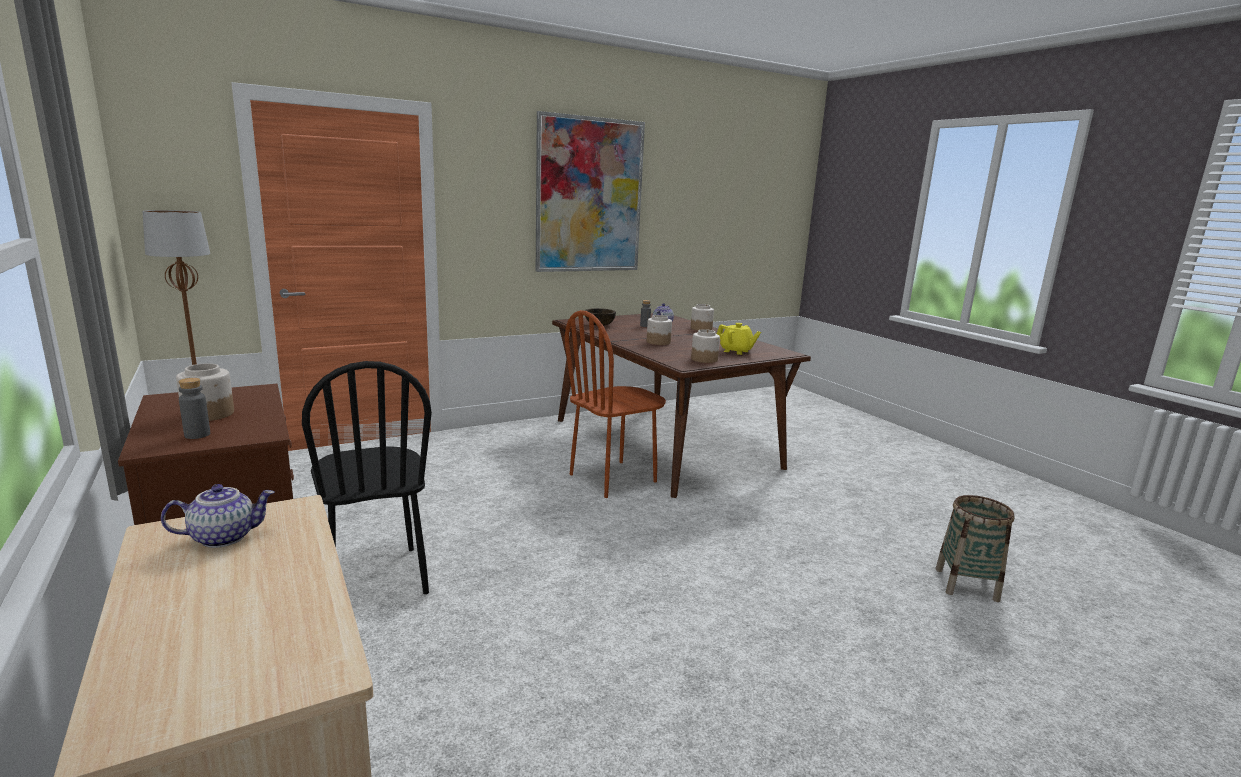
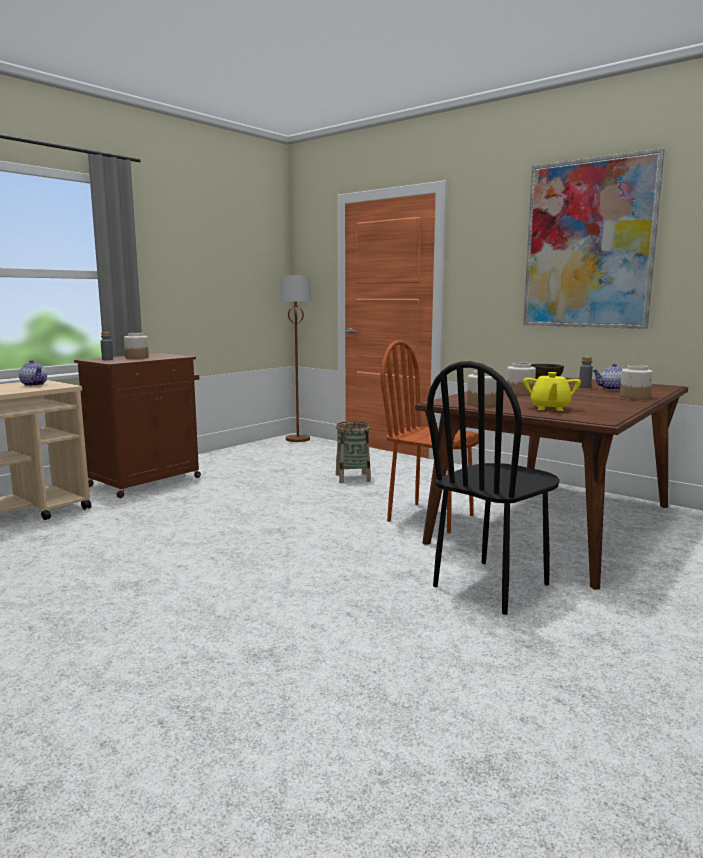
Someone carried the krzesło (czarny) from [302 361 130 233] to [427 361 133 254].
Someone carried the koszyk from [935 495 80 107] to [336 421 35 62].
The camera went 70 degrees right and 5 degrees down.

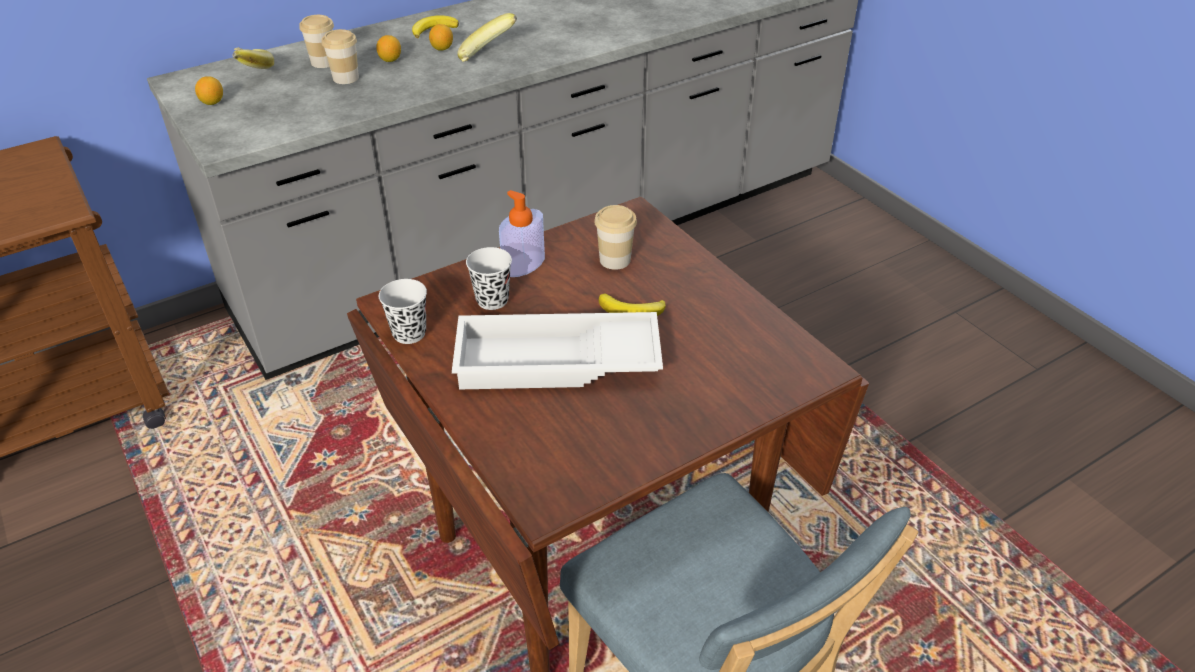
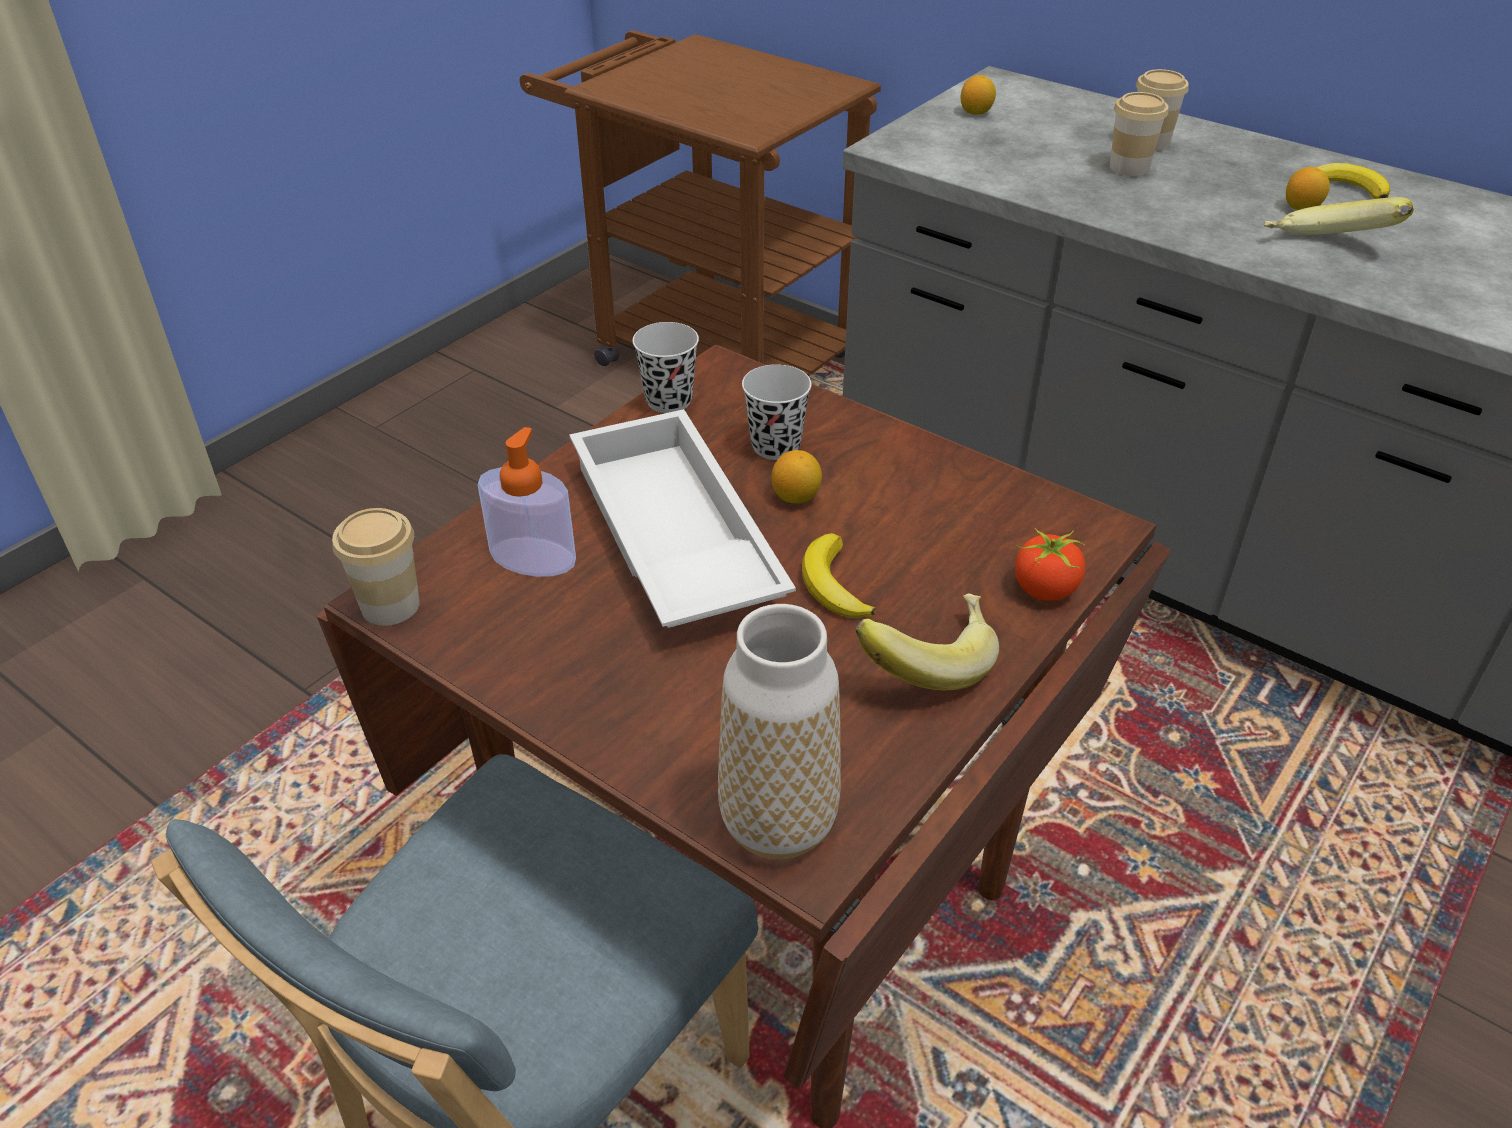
Someone carried the cytryna from [376 35 25 27] to [772 450 50 54].
Someone carried the banan from [232 47 42 22] to [856 594 143 96].
Someone carried the dozownik mydła from [499 190 46 87] to [478 427 98 150].
Someone carried the filiżanka from [594 205 43 65] to [332 508 88 118].
Someone put down the pomidor at [1015 528 70 73].
Someone put down the wazon at [718 604 123 255].
The camera went 70 degrees right and 0 degrees up.

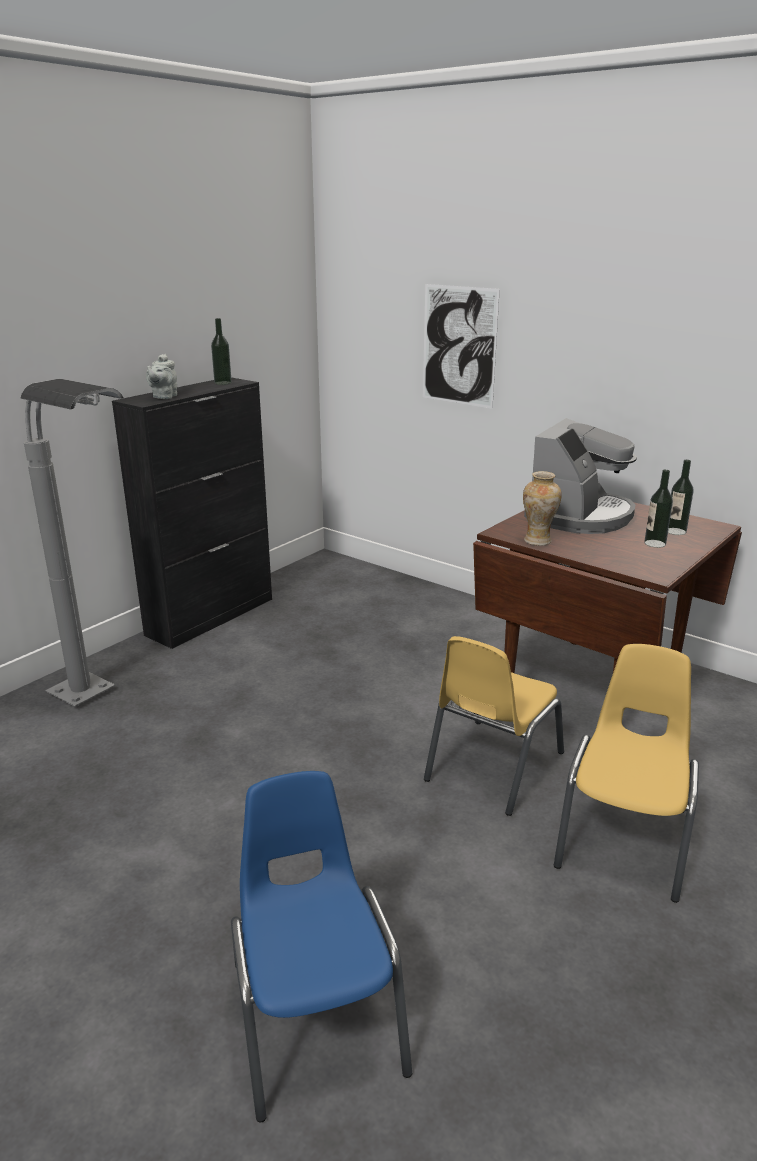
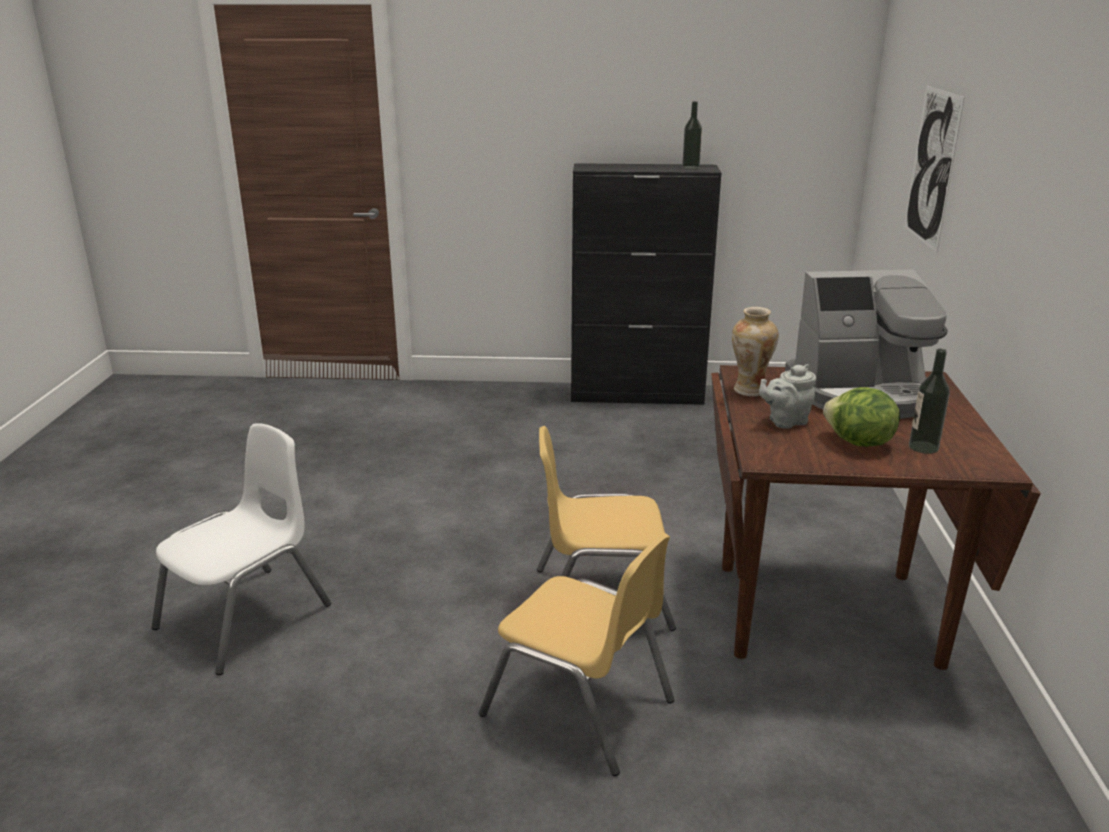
Someone carried the imbryk (szary) from [146 354 31 45] to [759 364 57 65].
Someone took away the lampa stojąca (szary) at [20 379 103 328].
Someone swapped the butelka at [644 469 29 79] for the sałata at [823 387 77 60].
Someone rotated the krzesło (żółty) at [554 644 145 259] by 45 degrees clockwise.
Someone repainted the krzesło (niebieski) at [231 771 181 352], which became the krzesło (biały) at [151 423 180 252].
The camera went 55 degrees right and 0 degrees up.

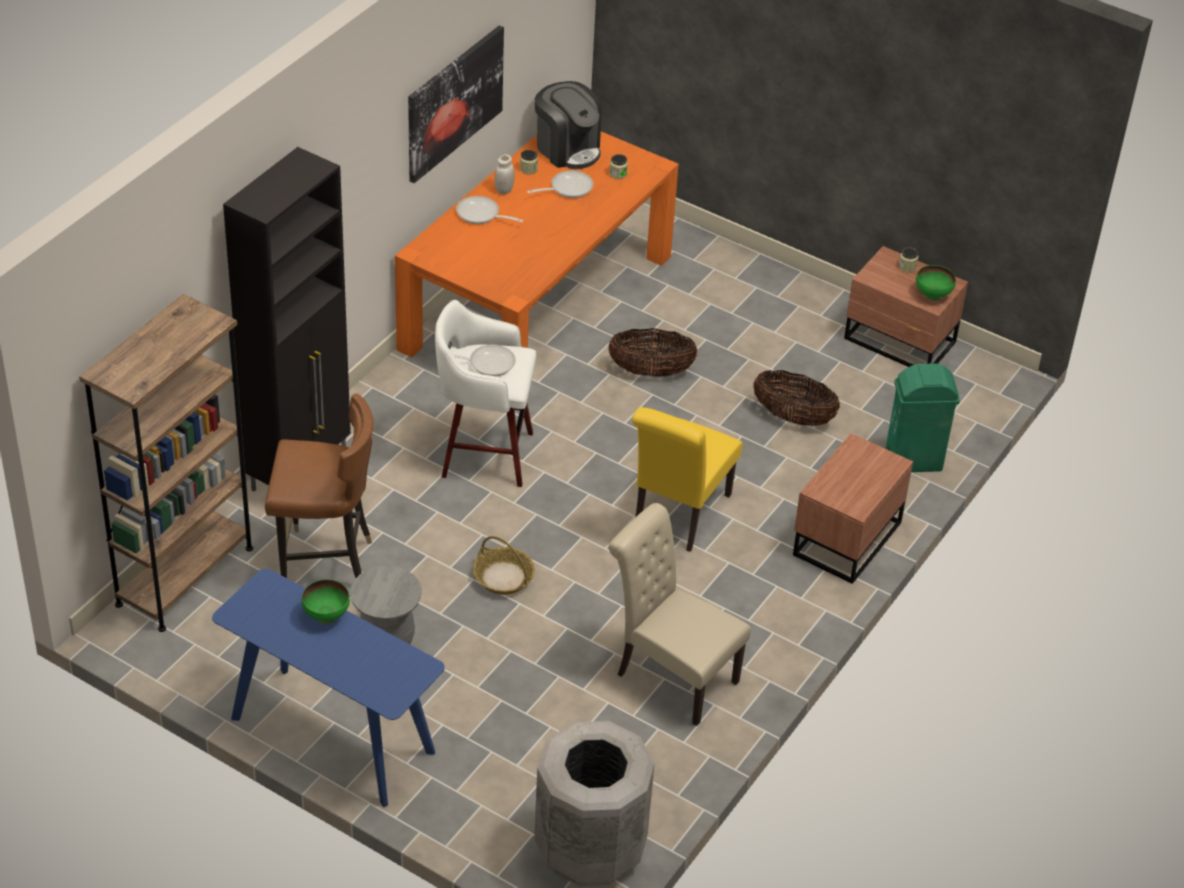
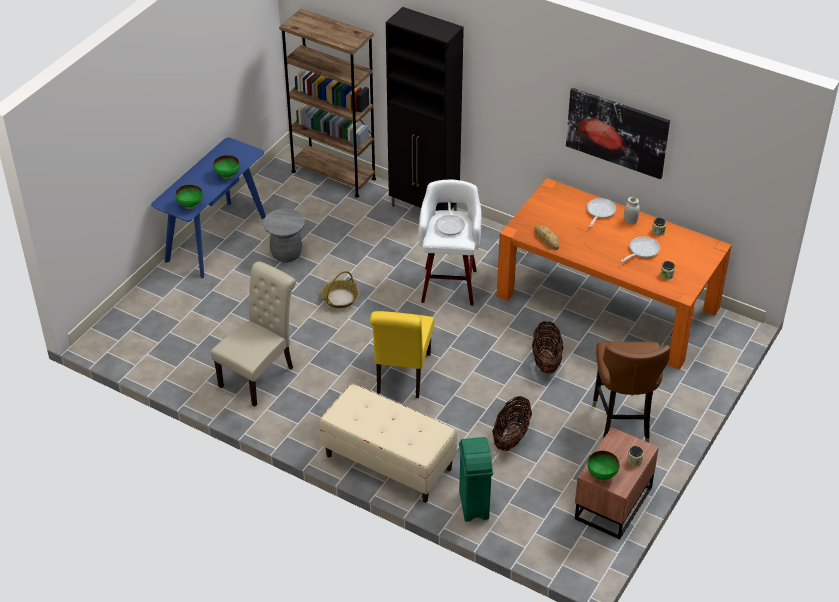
Someone took away the ekspres do kawy at [535 81 67 88].
Someone rotated the patelnia at [527 170 66 28] by 105 degrees counterclockwise.
Someone carried the krzesło (brązowy) from [265 393 108 185] to [592 341 79 102].
Someone rotated the krzesło (żółty) at [632 407 111 145] by 105 degrees counterclockwise.
Someone swapped the szafka nocna (brązowy) at [793 433 120 151] for the ławka (beżowy) at [320 383 137 120].
Someone took away the kosz na śmieci (szary) at [534 721 121 165].
Someone put down the miska (zielony) at [175 184 28 25].
Someone put down the chleb at [534 225 25 25].
The camera went 90 degrees right and 0 degrees up.

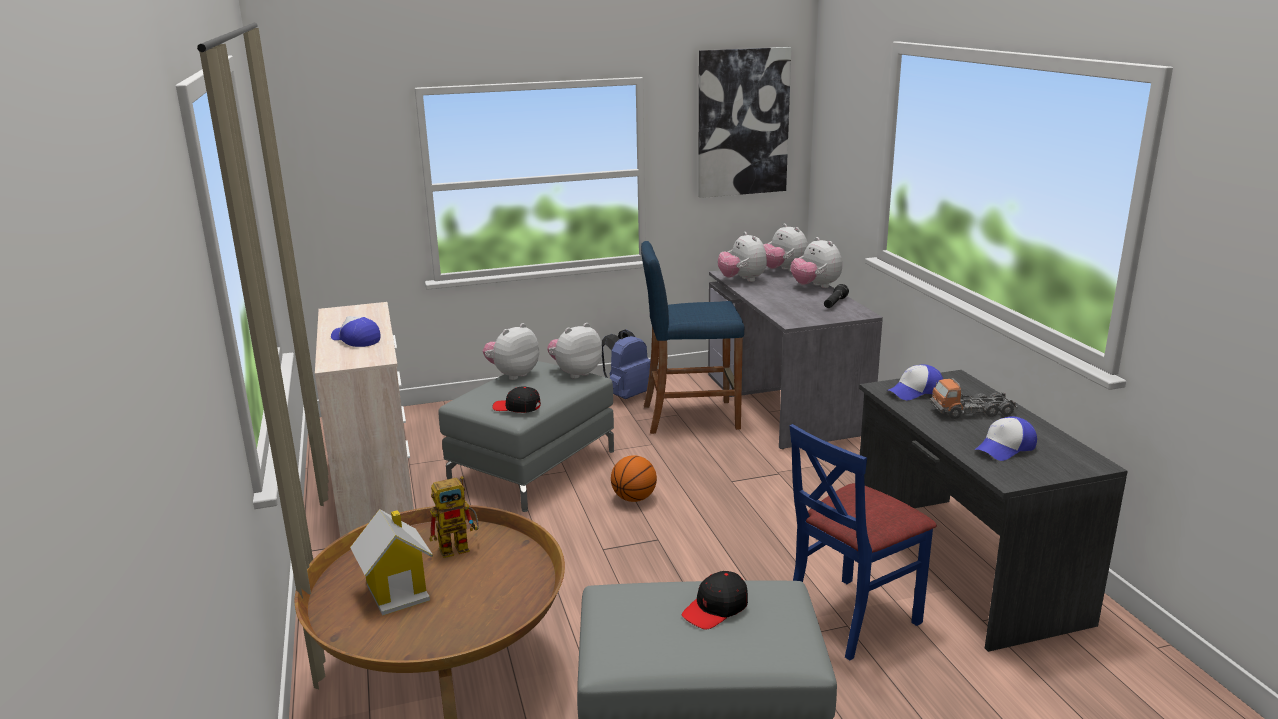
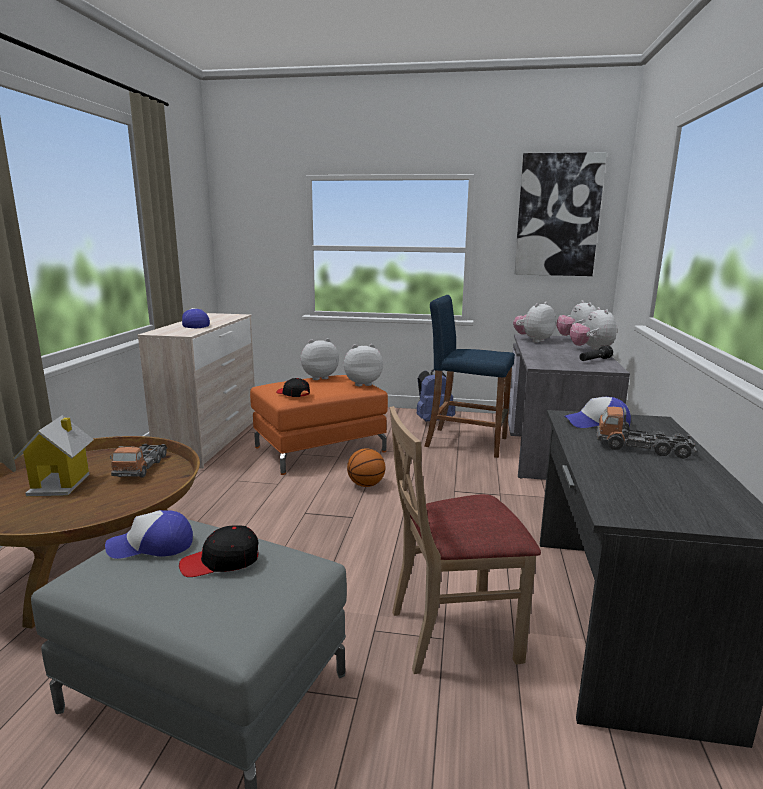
Someone rotated the pluszak at [718 232 49 50] by 45 degrees clockwise.
Someone repainted the pufa (szary) at [438 361 176 151], which became the pufa (pomarańczowy) at [250 375 138 100].
Someone carried the czapka z daszkiem from [975 416 62 45] to [105 510 88 49].
Someone repainted the krzesło (niebieski) at [790 424 147 236], which became the krzesło (beżowy) at [390 406 151 268].
Someone swapped the robot zabawkowy at [429 476 50 82] for the ciężarówka zabawkowa at [110 444 57 33].
The camera went 25 degrees right and 5 degrees down.

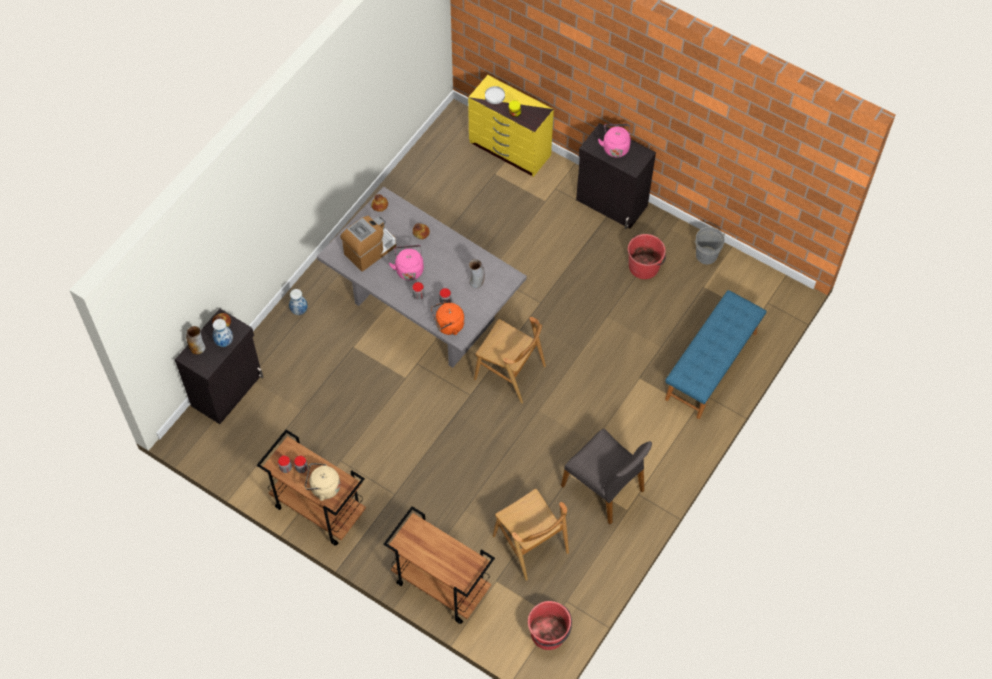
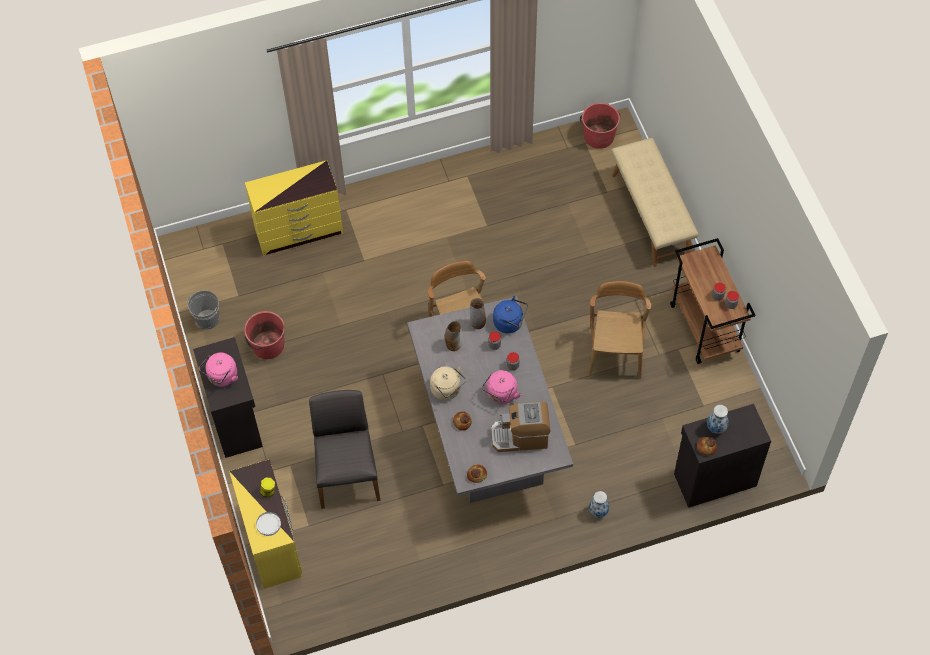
Someone swapped the ławka (niebieski) at [665 290 101 129] for the komoda (żółty) at [245 160 98 96].
Someone repainted the czajnik (pomarańczowy) at [431 301 33 34], which became the czajnik (niebieski) at [493 296 35 37].
Someone carried the wazon from [186 326 19 29] to [470 298 16 31].
Someone carried the krzesło (szary) from [561 429 91 96] to [309 390 72 119].
Someone carried the czajnik (beżowy) from [305 463 35 38] to [430 366 36 35].
Someone carried the krzesło (brązowy) from [493 489 76 92] to [588 281 63 97].
Someone swapped the wózek (brązowy) at [384 506 111 118] for the ławka (beżowy) at [611 138 87 129].
The camera went 140 degrees left and 0 degrees up.

